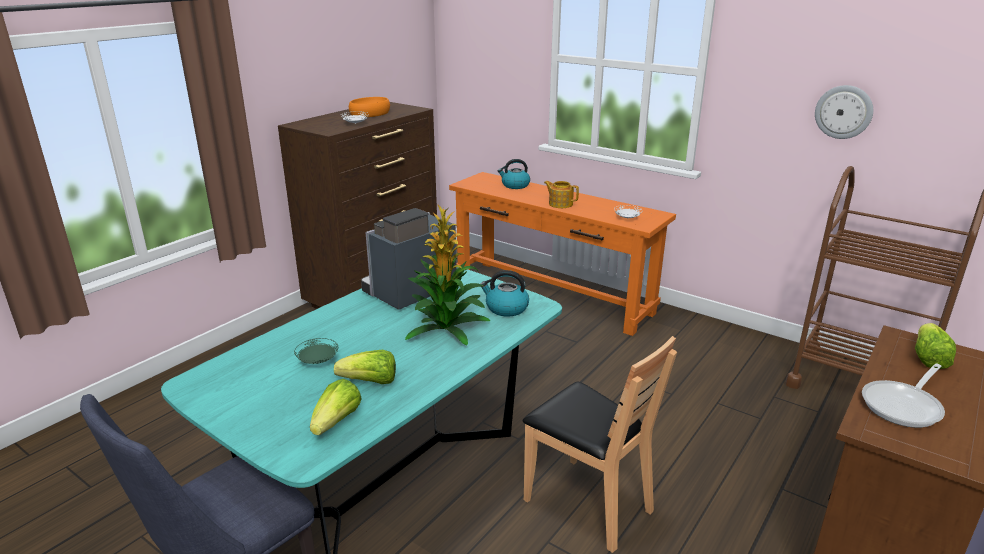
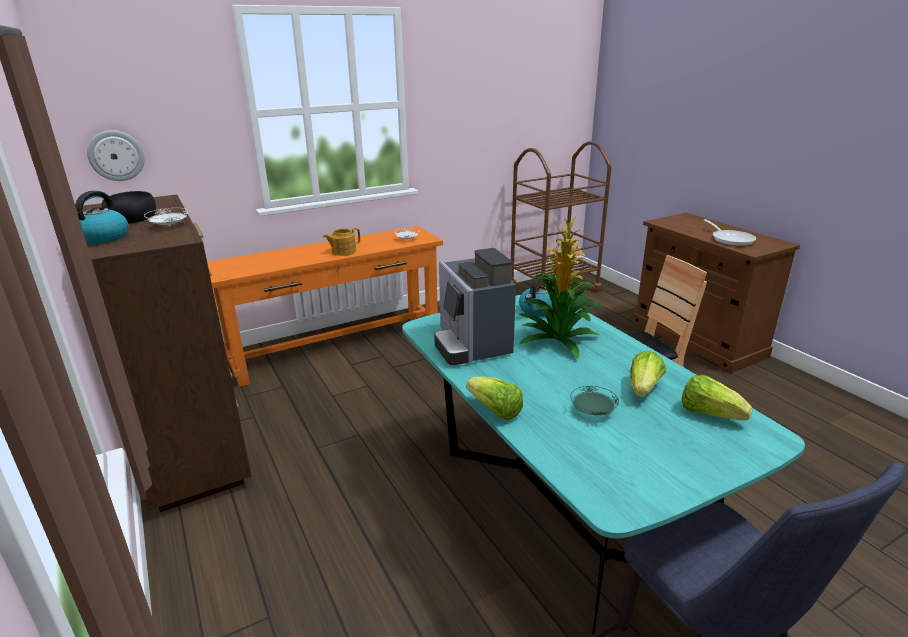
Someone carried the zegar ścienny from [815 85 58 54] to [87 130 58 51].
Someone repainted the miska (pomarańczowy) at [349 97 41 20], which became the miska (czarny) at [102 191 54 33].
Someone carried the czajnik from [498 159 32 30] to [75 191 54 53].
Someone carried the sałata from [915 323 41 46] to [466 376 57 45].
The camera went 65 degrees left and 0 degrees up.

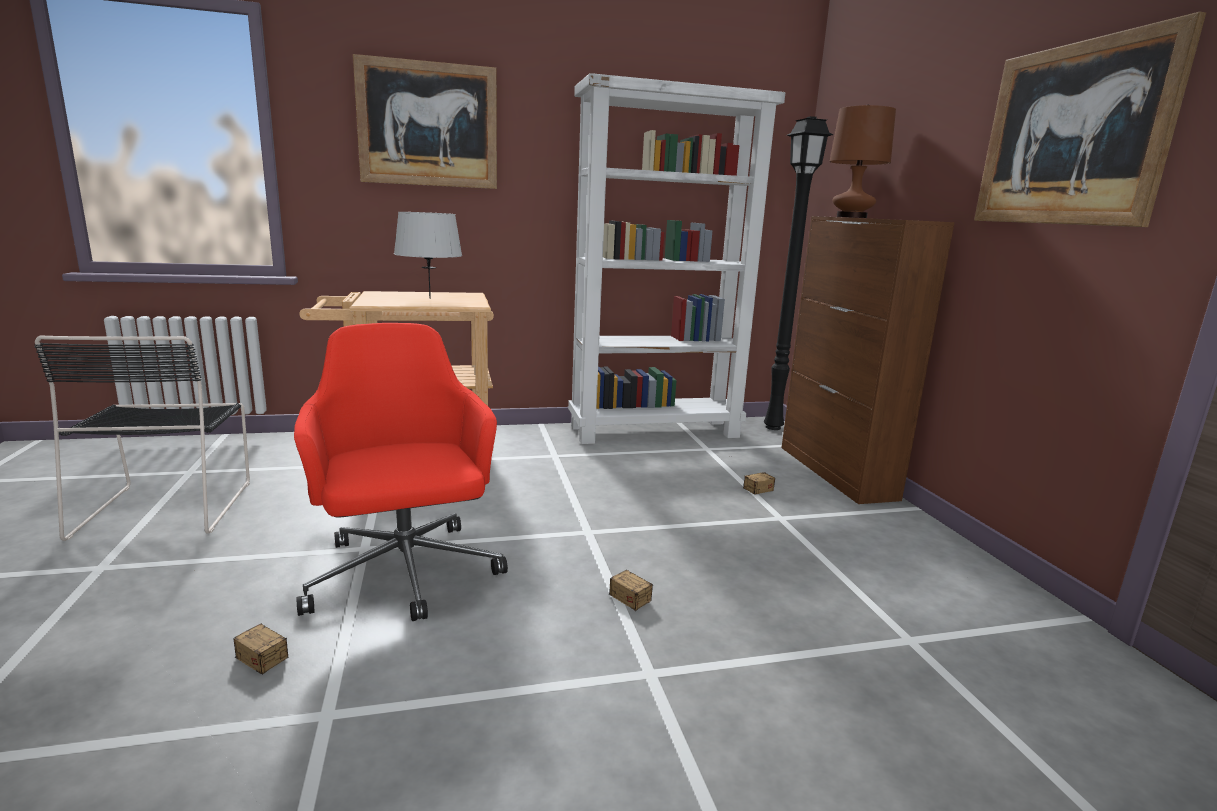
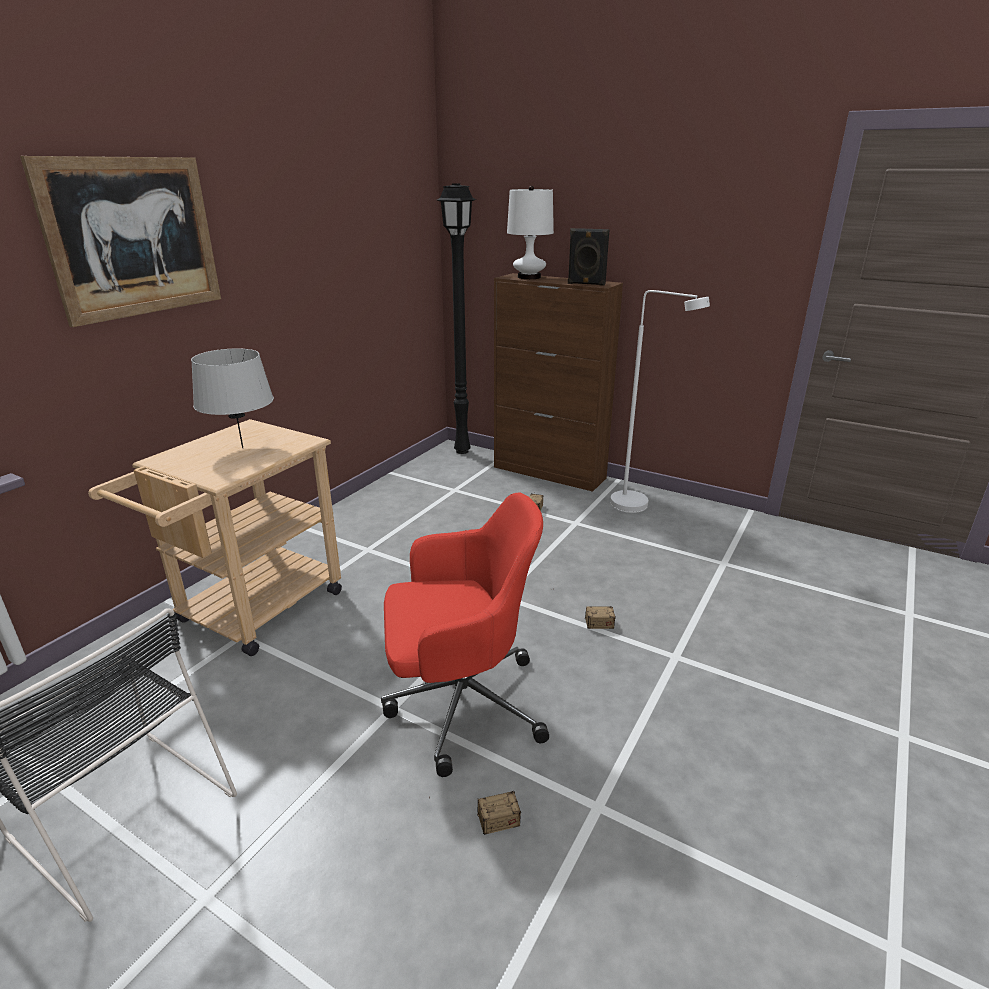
Someone took away the obraz at [974 12 232 215].
Someone took away the regał (biały) at [568 73 217 371].
Someone repainted the lampa stołowa (brązowy) at [829 105 67 113], which became the lampa stołowa (biały) at [507 186 47 93].
Someone rotated the krzesło biurowe (czerwony) at [294 323 214 298] by 150 degrees clockwise.
Someone put down the głośnik (czarny) at [568 228 42 58].
Someone put down the lampa stojąca (biały) at [610 290 100 223].
The camera went 45 degrees left and 10 degrees up.

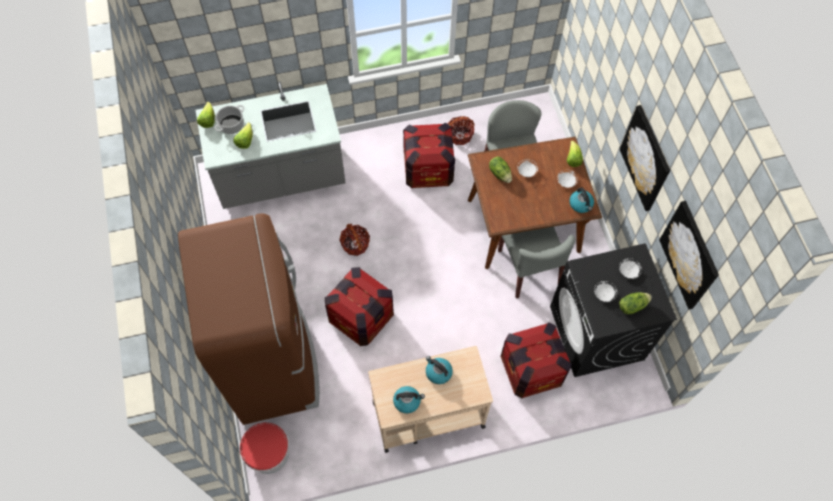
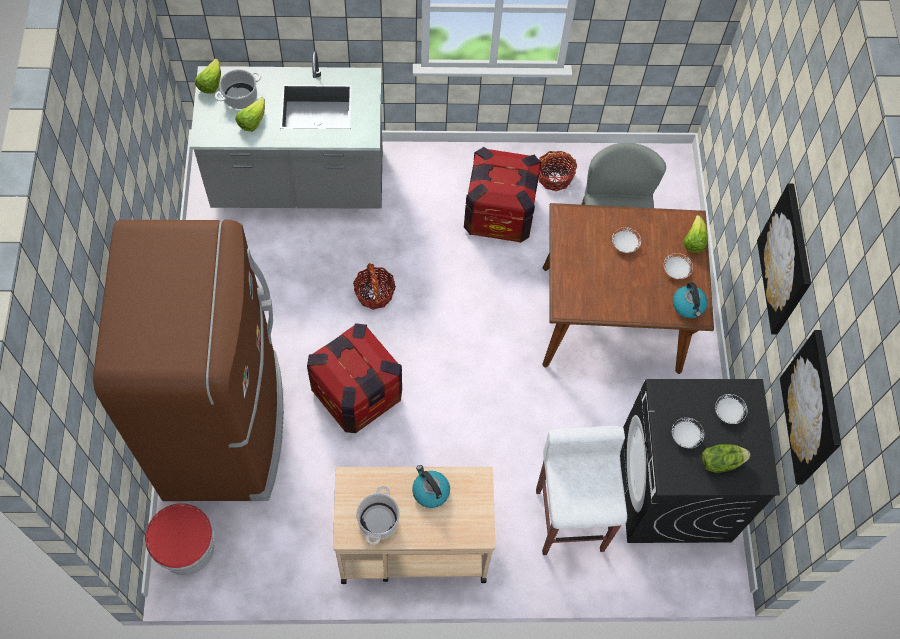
Someone took away the sałata at [489 157 23 26].
Someone took away the krzesło (szary) at [498 227 77 72].
Someone swapped the skrzynka at [500 322 72 76] for the stołek (biały) at [536 426 91 129].
Someone swapped the czajnik at [393 386 32 27] for the garnek at [356 486 44 59].
The camera went 10 degrees right and 0 degrees up.

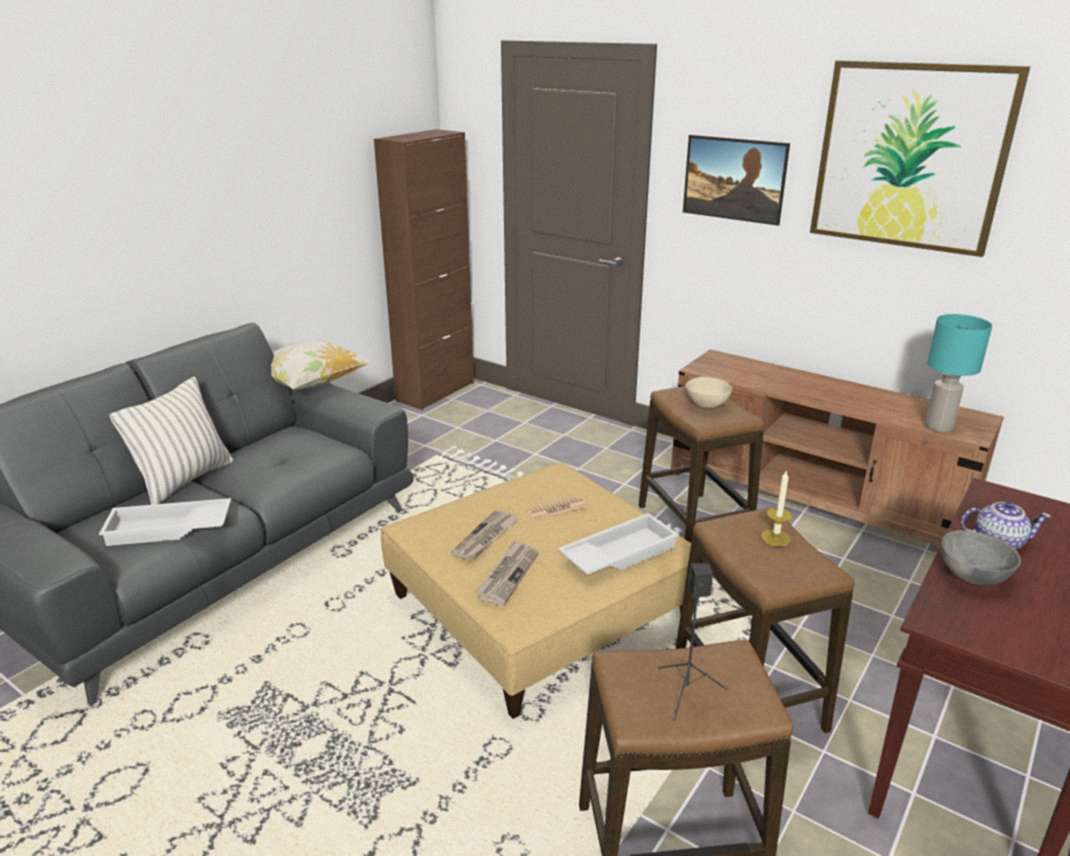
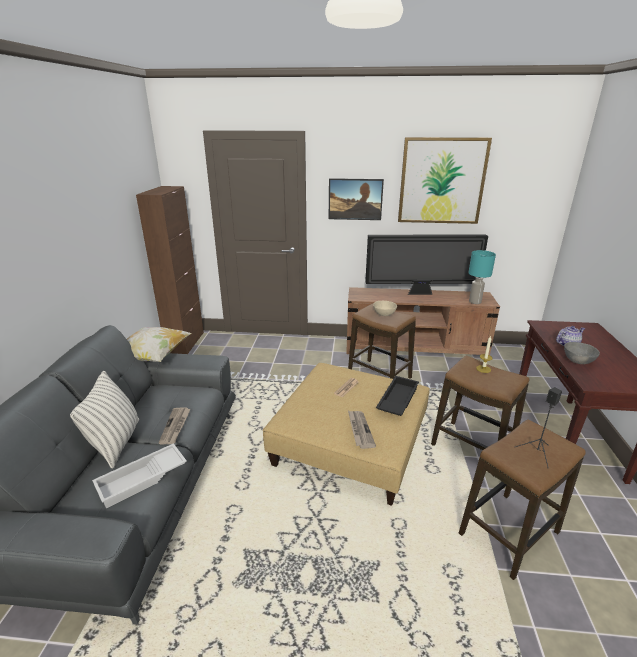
Someone carried the gazeta from [451 510 68 50] to [159 407 32 37].
Someone repainted the taca (biały) at [558 513 121 62], which became the taca (czarny) at [376 376 43 40].
Someone put down the telewizor at [365 234 123 61].
The camera went 30 degrees left and 0 degrees up.

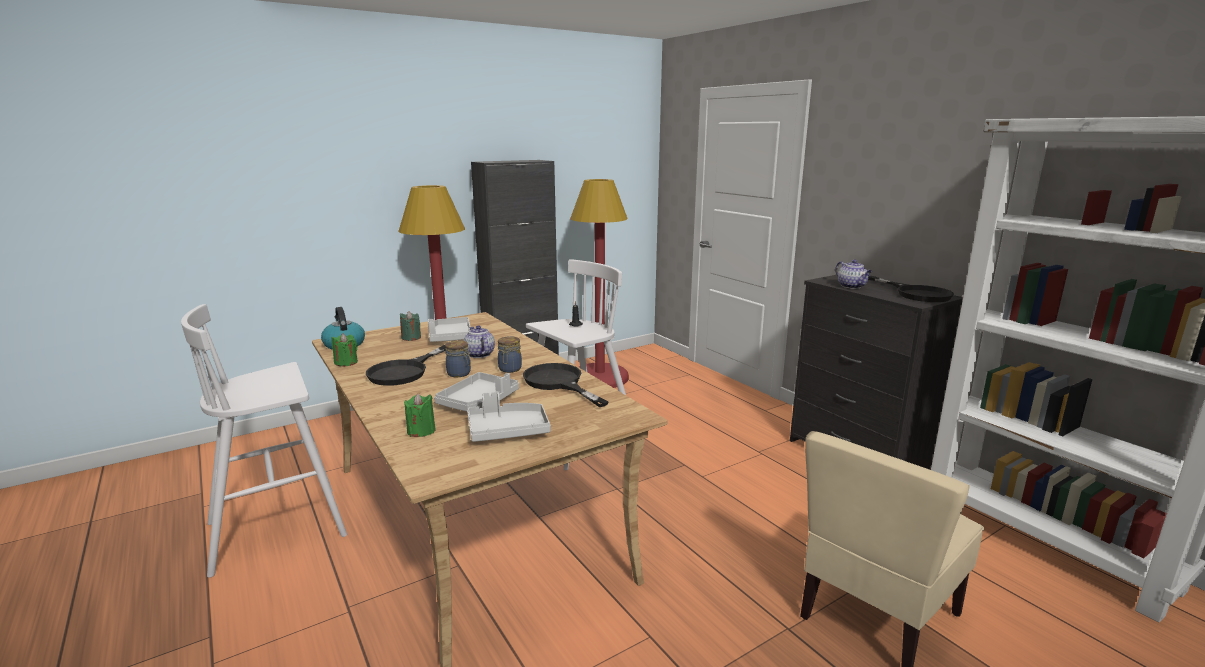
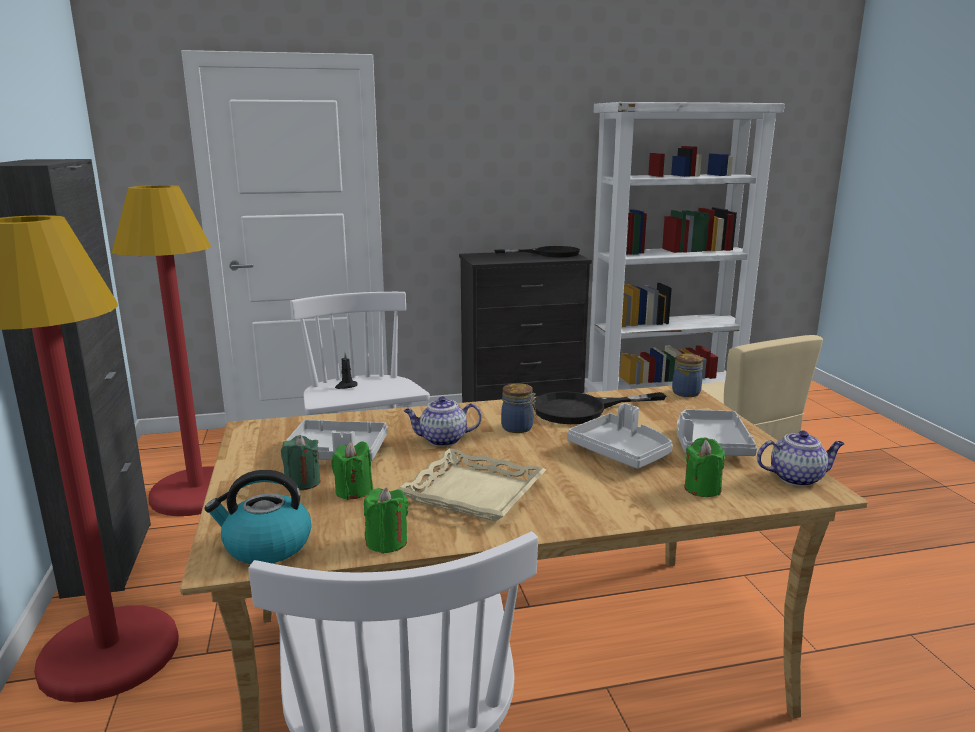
Someone carried the imbryk from [835 259 38 30] to [757 431 88 55].
Someone carried the słoik from [445 340 26 37] to [672 354 31 43].
Someone swapped the patelnia (czarny) at [366 345 80 41] for the taca (beżowy) at [396 448 151 74].
Someone put down the świeca (zielony) at [331 441 42 59].
The camera went 70 degrees left and 0 degrees up.

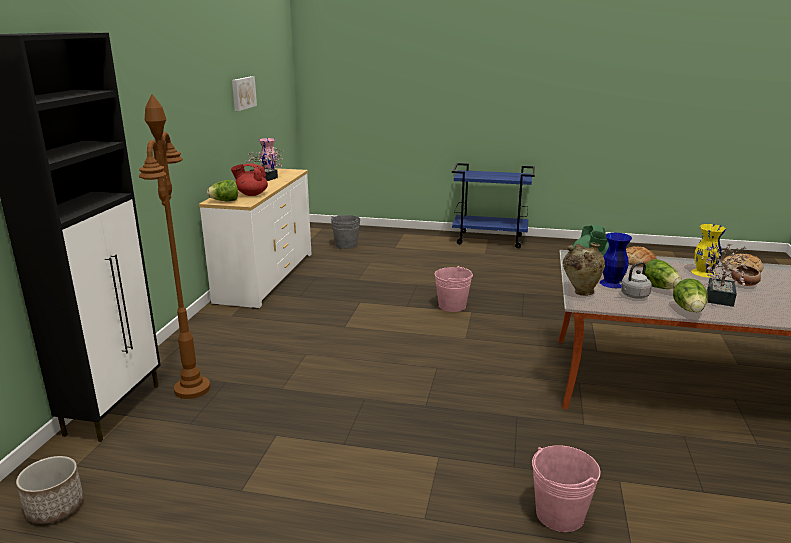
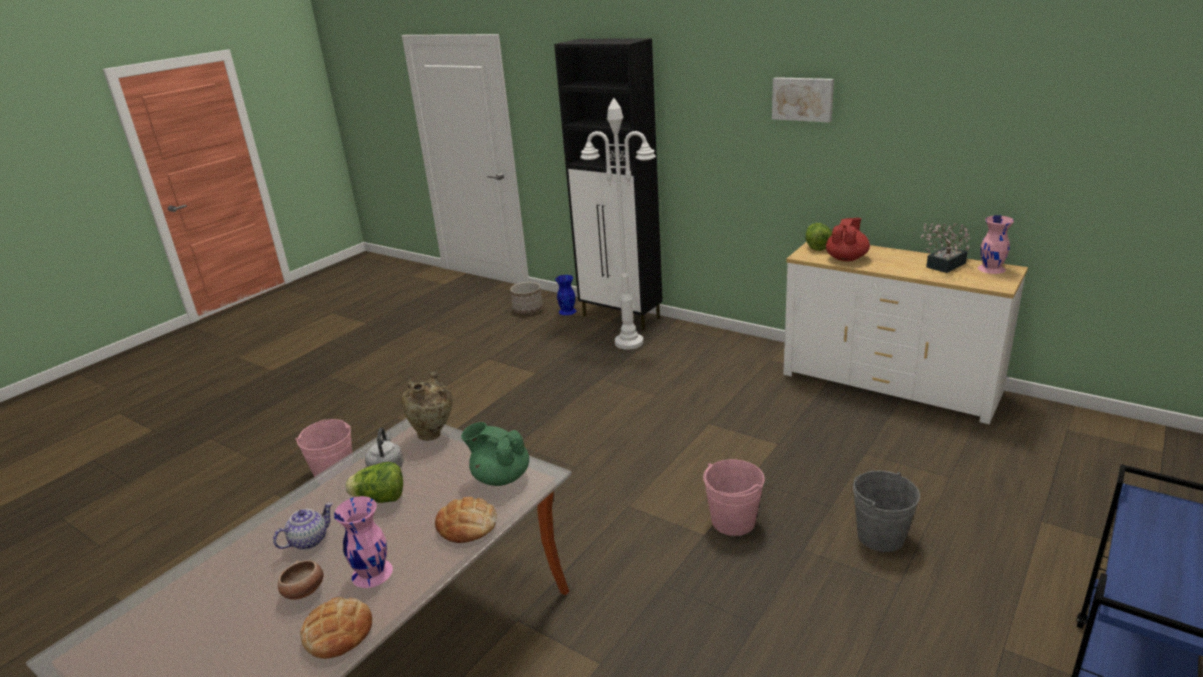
Someone carried the obraz from [232 76 25 35] to [772 77 62 46].
Someone repainted the lampa stojąca (brązowy) at [139 94 71 305], which became the lampa stojąca (biały) at [580 97 76 253].
Someone carried the wiadro (szary) from [331 215 29 34] to [853 471 67 81].
Someone repainted the wazon (żółty) at [691 224 35 53], which became the wazon (różowy) at [334 496 59 92].
Someone carried the wazon (niebieski) from [600 233 32 55] to [555 275 21 40].
Someone swapped the roślina doniczkowa at [701 243 47 64] for the imbryk at [273 502 60 48].
Someone took away the sałata at [673 278 34 35].
The camera went 115 degrees right and 5 degrees up.

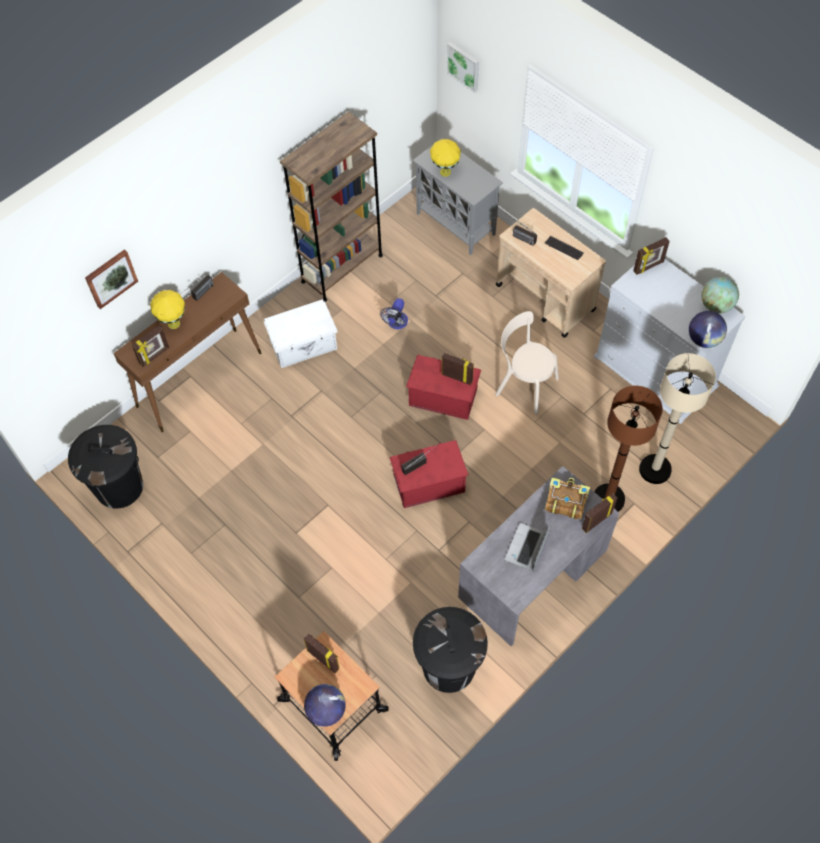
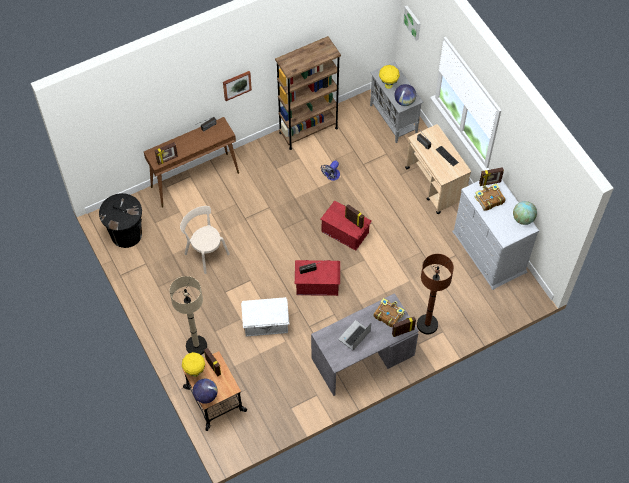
Someone carried the obraz from [85 249 53 60] to [223 71 29 30].
Someone carried the lampa stołowa (żółty) from [150 290 35 39] to [182 352 23 25].
Someone carried the pojemnik do przechowywania (biały) from [264 299 74 69] to [241 297 48 40].
Someone carried the krzesło (beżowy) from [495 311 64 104] to [180 206 50 68].
Someone carried the globus from [689 311 38 37] to [394 84 22 22].
Someone carried the lampa stojąca (beżowy) from [639 353 77 131] to [170 276 37 79].
Someone took away the kosz na śmieci (czarny) at [413 607 75 86].
Someone put down the książka at [474 183 31 28].
The camera went 15 degrees right and 0 degrees up.

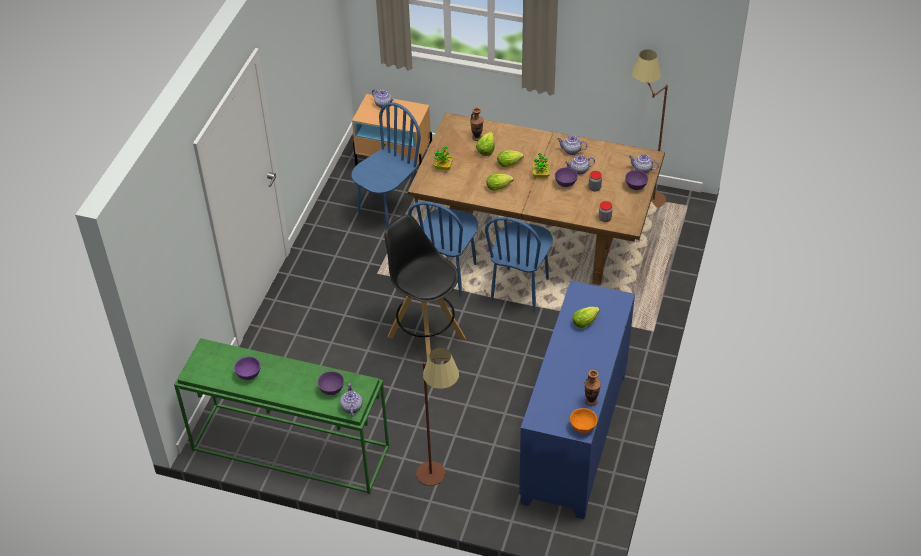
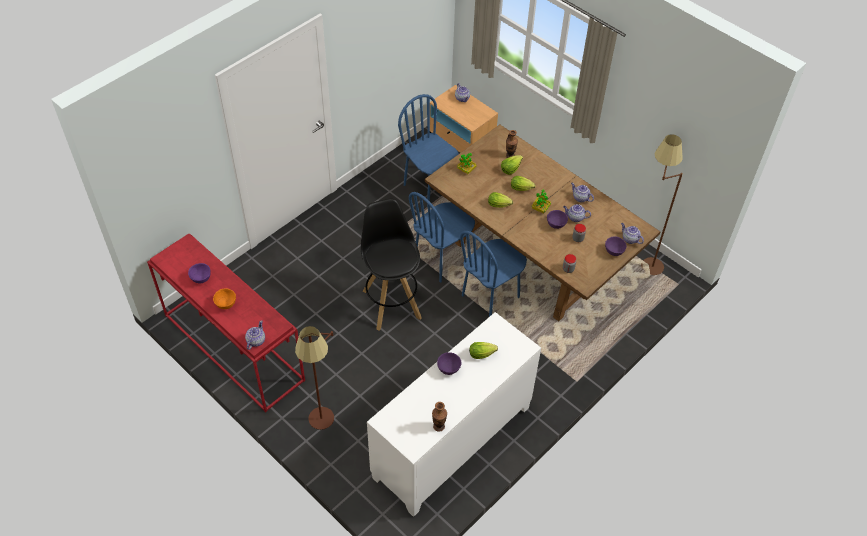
Someone rotated the krzesło (niebieski) at [351 102 70 125] by 105 degrees counterclockwise.
Someone repainted the szafka (niebieski) at [519 281 116 238], which became the szafka (biały) at [367 312 174 205].
Someone repainted the stolik konsolowy (zielony) at [174 338 215 156], which became the stolik konsolowy (czerwony) at [147 234 158 179].
Someone carried the miska (fioletowy) from [318 371 26 24] to [437 352 24 23].
Someone carried the miska (pomarańczowy) from [570 408 27 25] to [213 288 23 21].
The camera went 25 degrees right and 5 degrees up.

